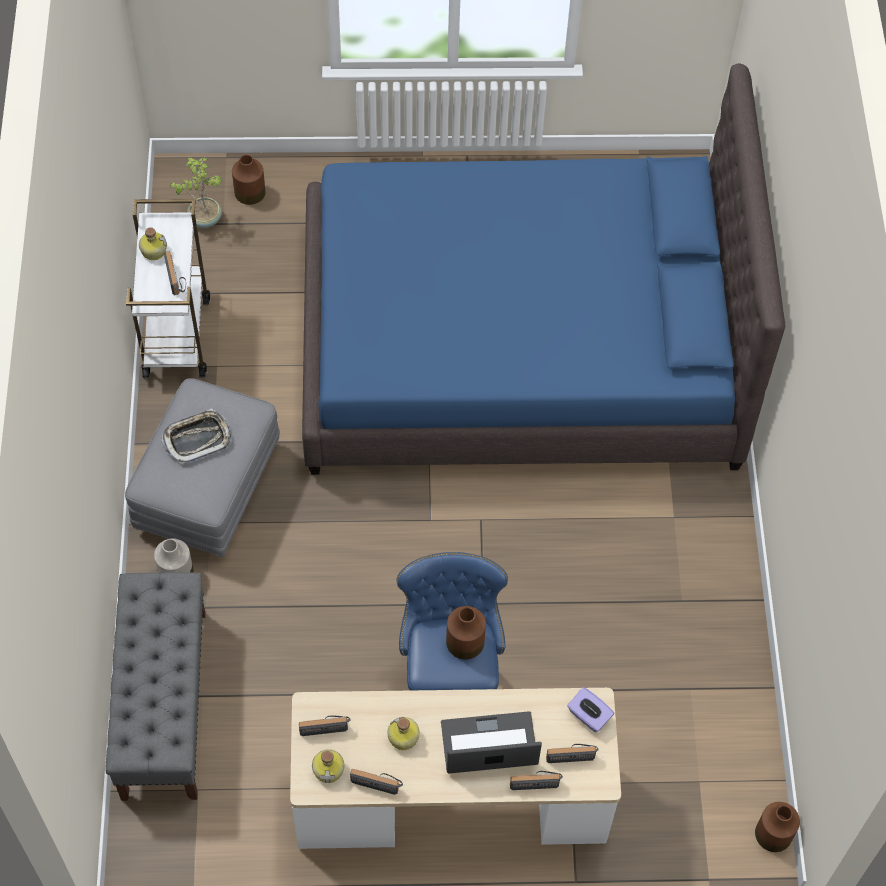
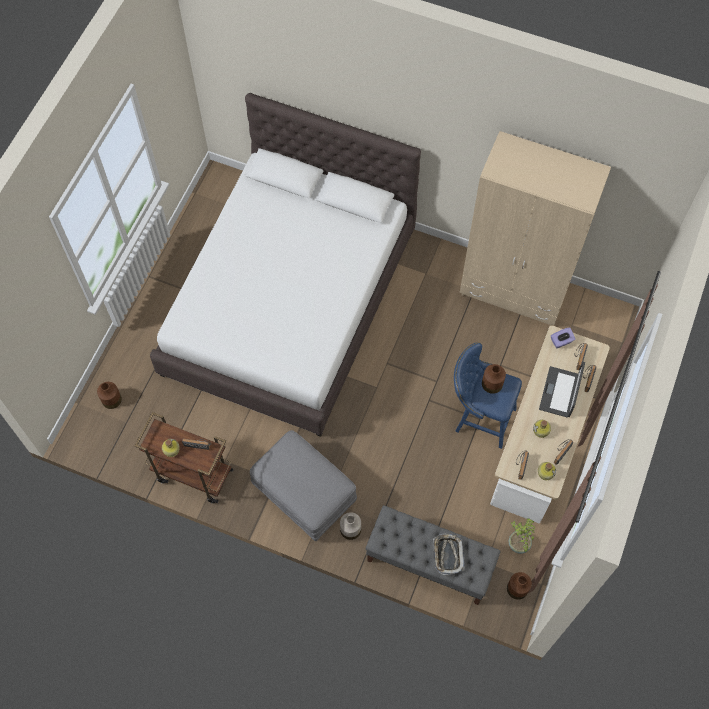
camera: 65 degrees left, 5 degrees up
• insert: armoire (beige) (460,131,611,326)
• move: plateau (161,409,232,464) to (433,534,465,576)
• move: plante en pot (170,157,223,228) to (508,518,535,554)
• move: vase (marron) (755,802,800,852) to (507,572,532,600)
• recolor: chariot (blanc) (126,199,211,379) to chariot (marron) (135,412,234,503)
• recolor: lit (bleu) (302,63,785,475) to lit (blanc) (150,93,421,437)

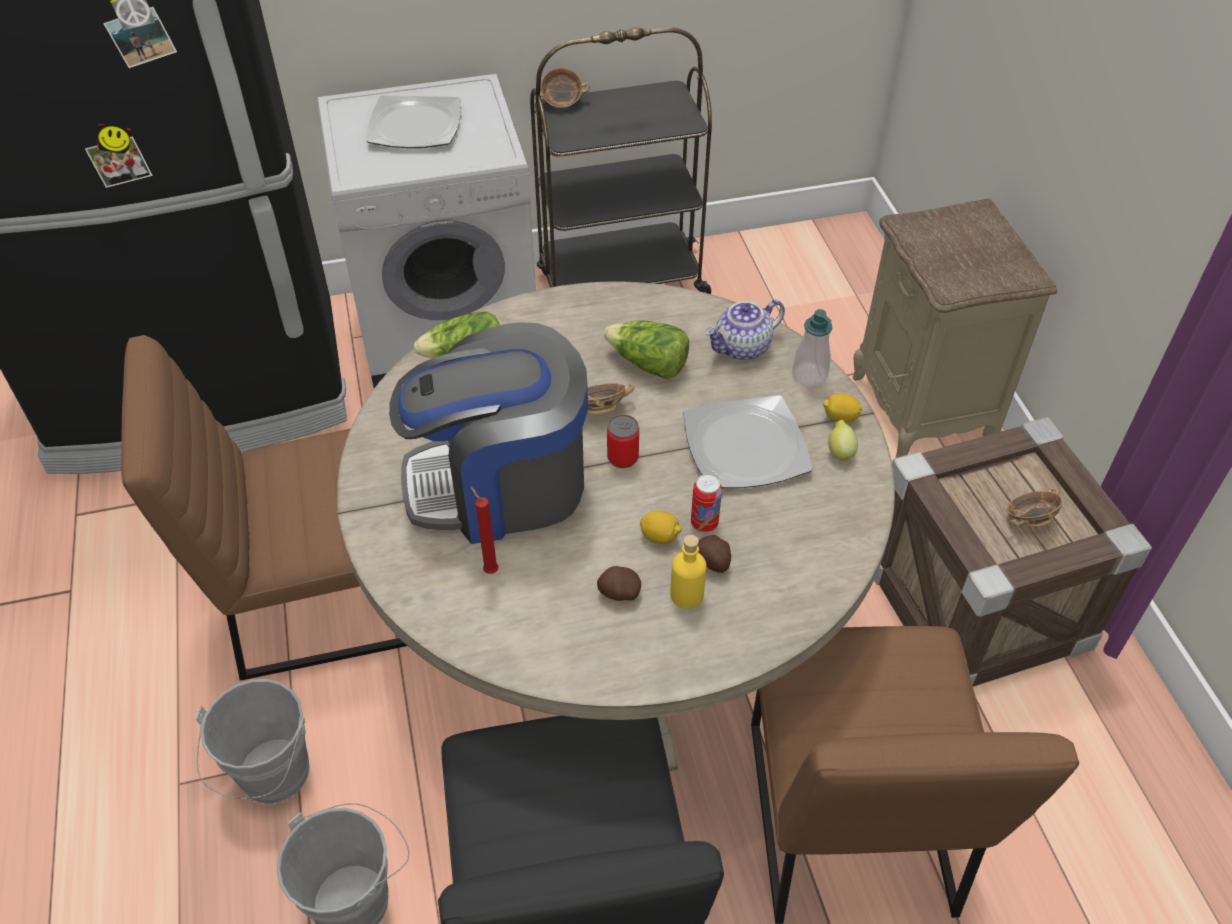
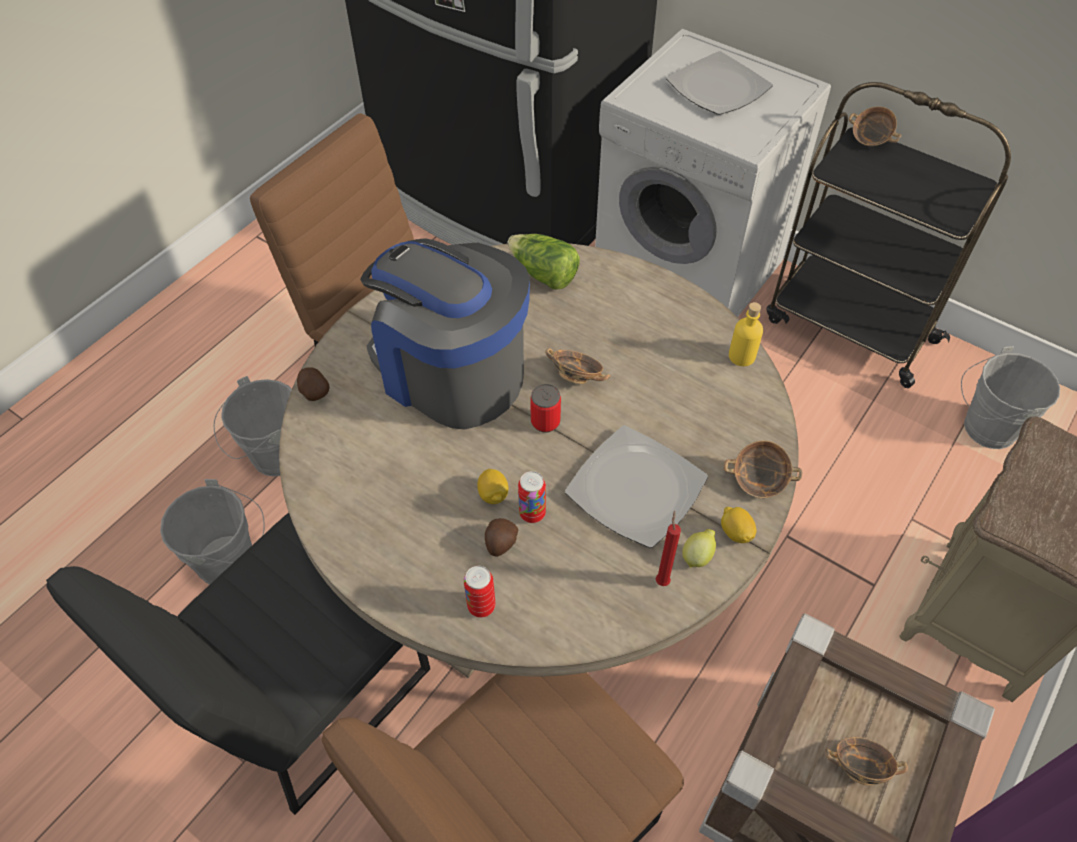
camera: 50 degrees right, 5 degrees up
• delete: laitue (604,321,689,379)
• delete: théière (704,300,785,361)
• insert: boîte métallique (464,566,496,618)
• insert: seau (gris) (961,346,1060,449)
• move: bougie (rouge) (471,487,498,574) to (656,510,681,586)
• move: pomme de terre (597,566,641,601) to (297,367,329,401)
• move: bouteille (jaune) (670,535,707,609) to (729,302,763,366)
• replace: distributeur de savon (792,309,832,387) to bol (724,441,802,498)

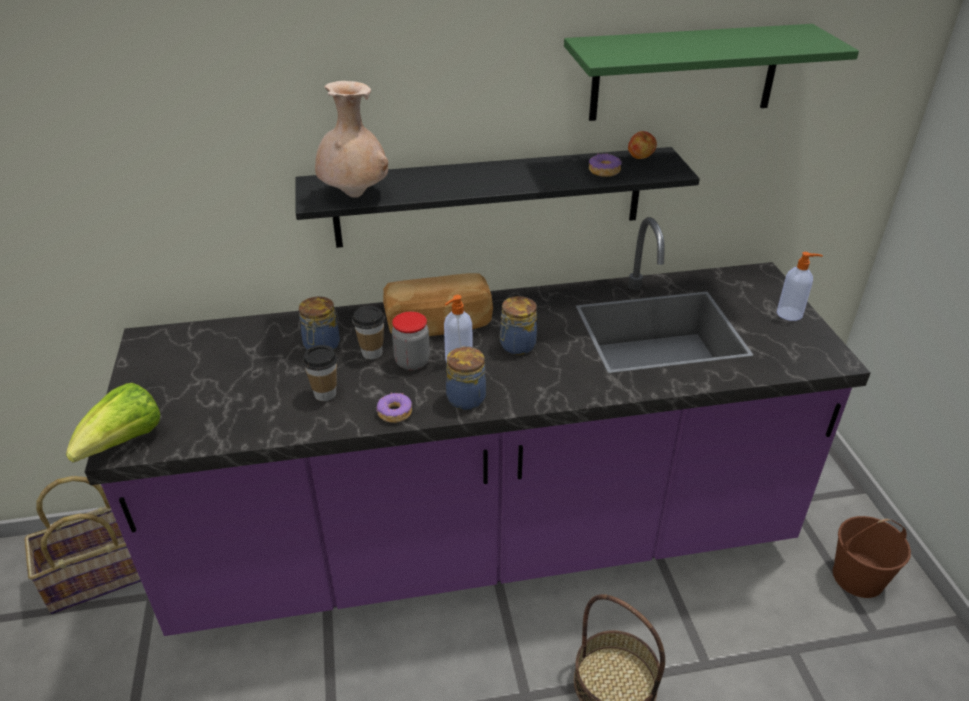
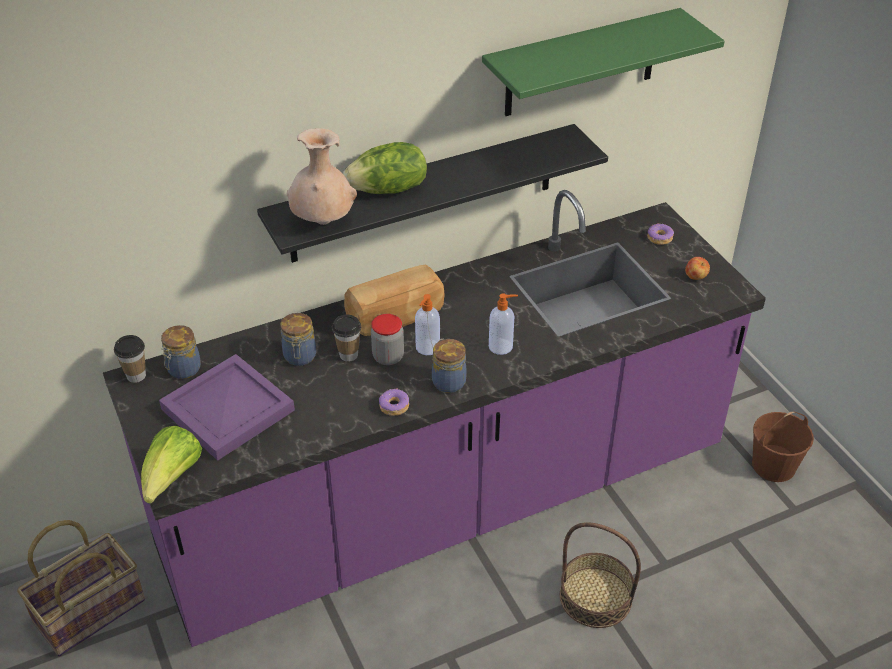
camera: 15 degrees left, 5 degrees up
• insert: plateau (violet) (159,354,295,461)
• insert: laitue (343,142,427,194)
• move: tasse (302,345,338,401) to (114,335,146,383)
• move: bocal (500,296,537,355) to (161,325,201,379)
• move: beignet (589,153,622,177) to (647,223,674,245)
• move: pomme (628,131,657,159) to (685,257,710,280)
• move: distributeur de savon (777,252,823,321) to (489,293,518,355)

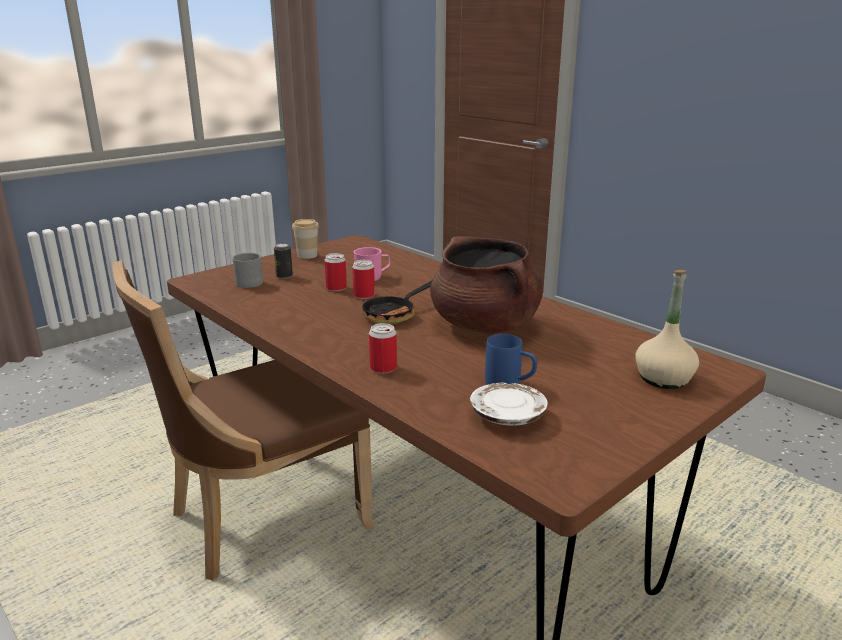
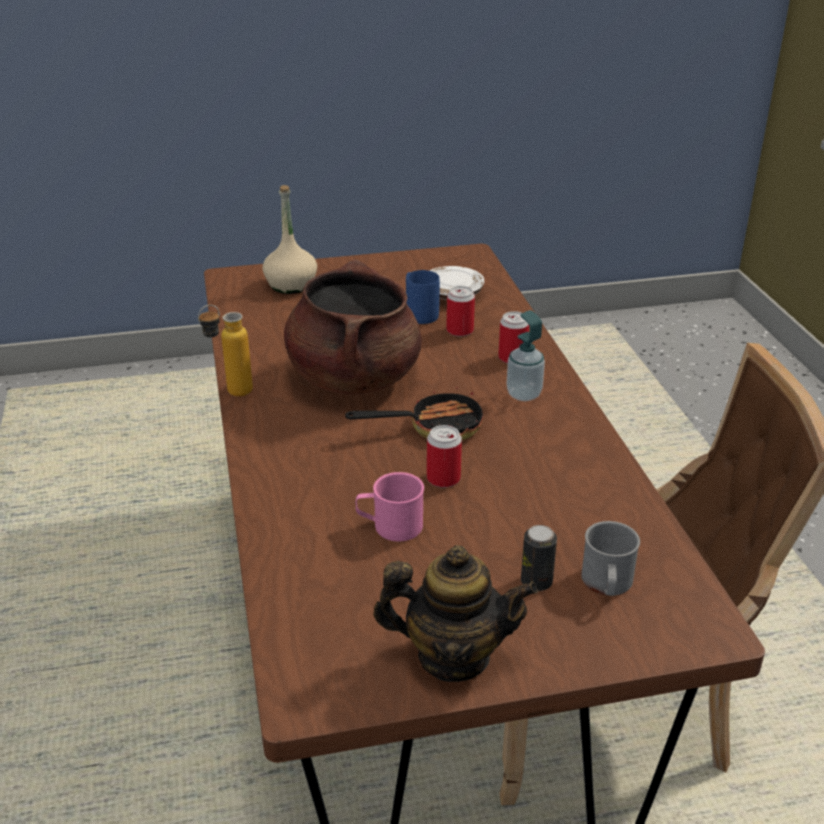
camera: 150 degrees left, 10 degrees up
• insert: bouteille (198,305,253,396)
• insert: distributeur de savon (506,310,545,401)
• move: boîte métallique (324,253,347,291) to (446,286,475,337)
• replace: tasse (292,219,319,259) to théière (373,545,538,682)

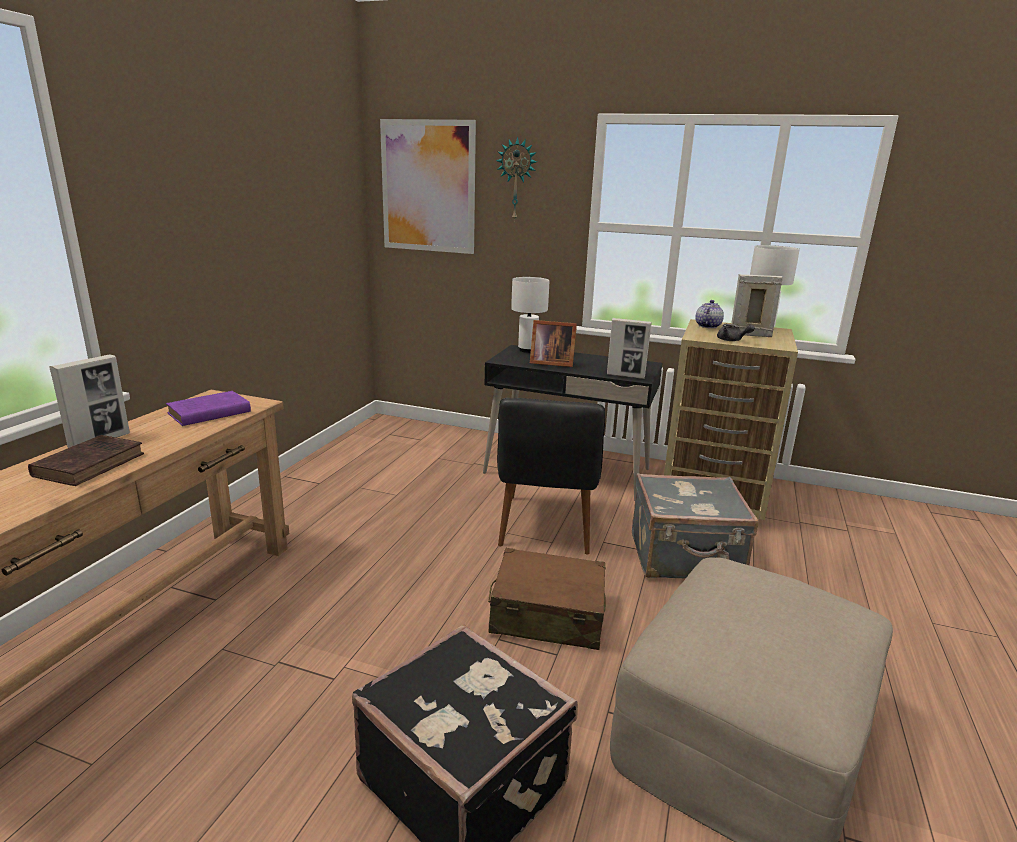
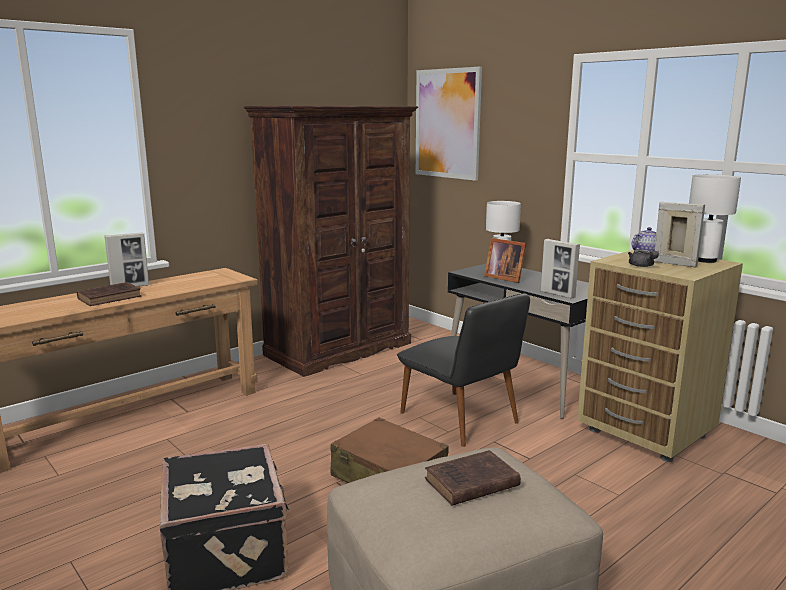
camera: 30 degrees right, 5 degrees down
• delete: livre (violet) (166,391,251,426)
• delete: horloge murale (496,137,537,222)
• delete: valise (gris) (632,473,759,579)
• insert: armoire (marron) (244,106,418,377)
• insert: livre (marron) (425,450,521,506)
• rotate: chaise (noir) (497,398,605,555) = (397,293,530,447) 75 degrees counterclockwise

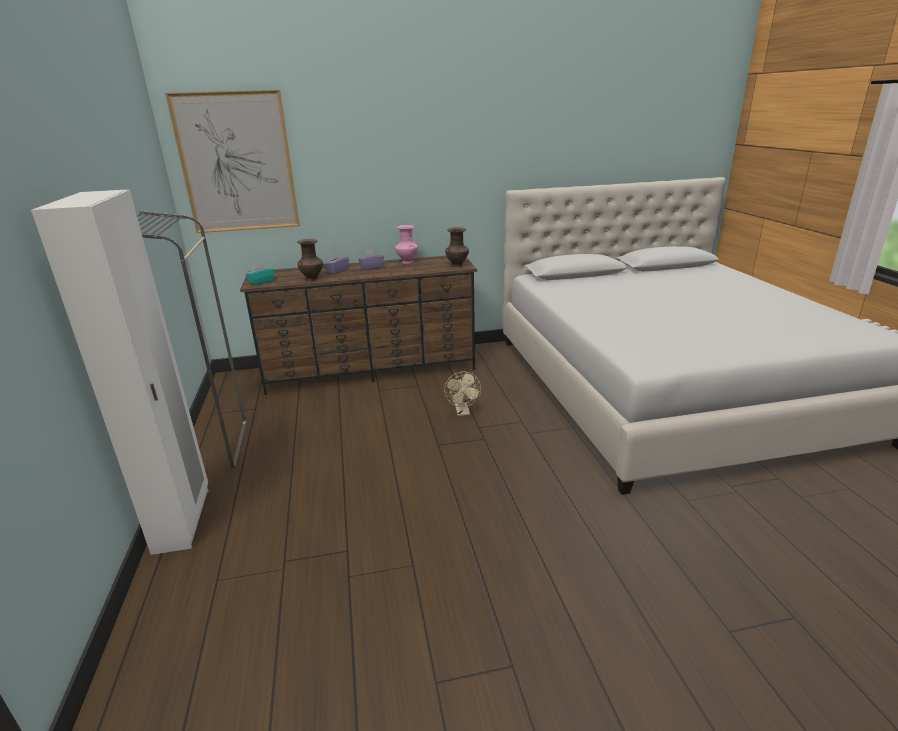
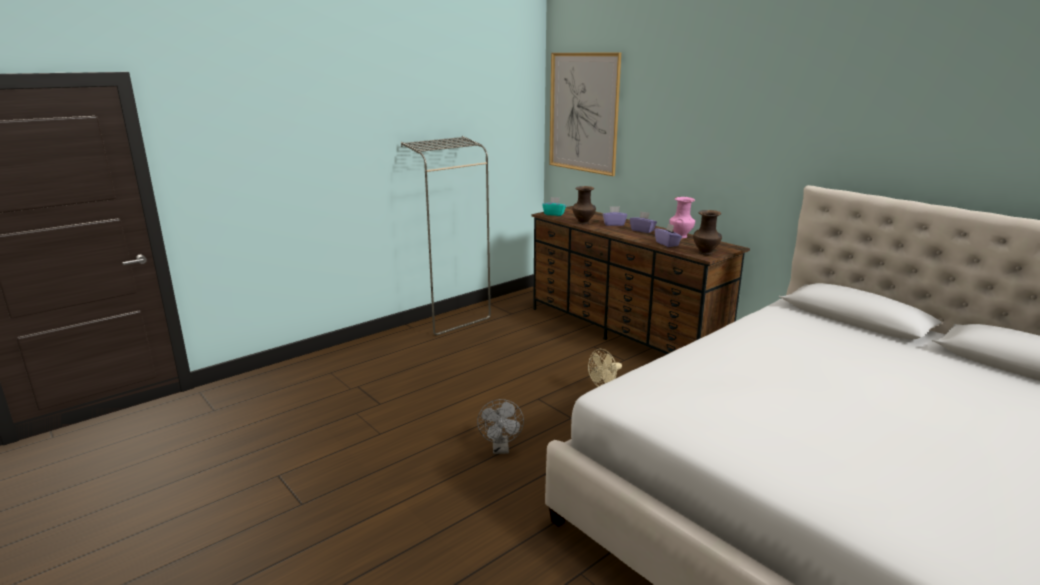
camera: 60 degrees right, 5 degrees down
• delete: armoire (blanc) (31,189,208,555)
• insert: ventilateur (gris) (477,399,524,454)
• insert: boîte à mouchoirs (violet) (655,223,682,247)

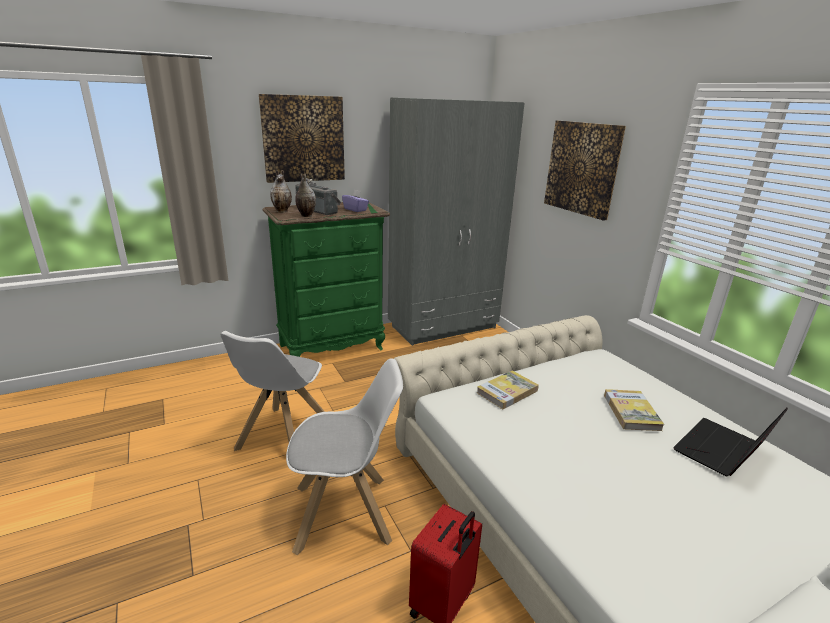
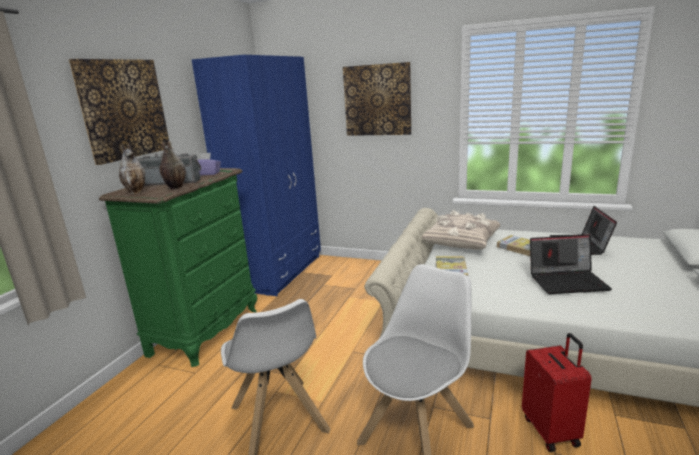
camera: 40 degrees left, 5 degrees down
• insert: coussin (beige) (422,209,500,250)
• insert: ordinateur portable (530,234,612,294)
• recolor: armoire (gris) (388,98,525,346) to armoire (bleu) (192,55,321,296)

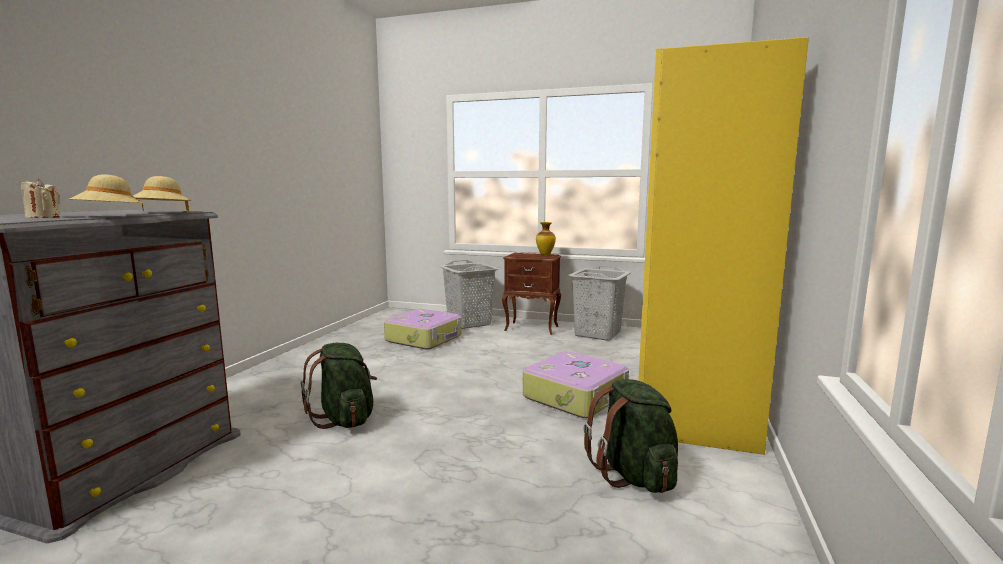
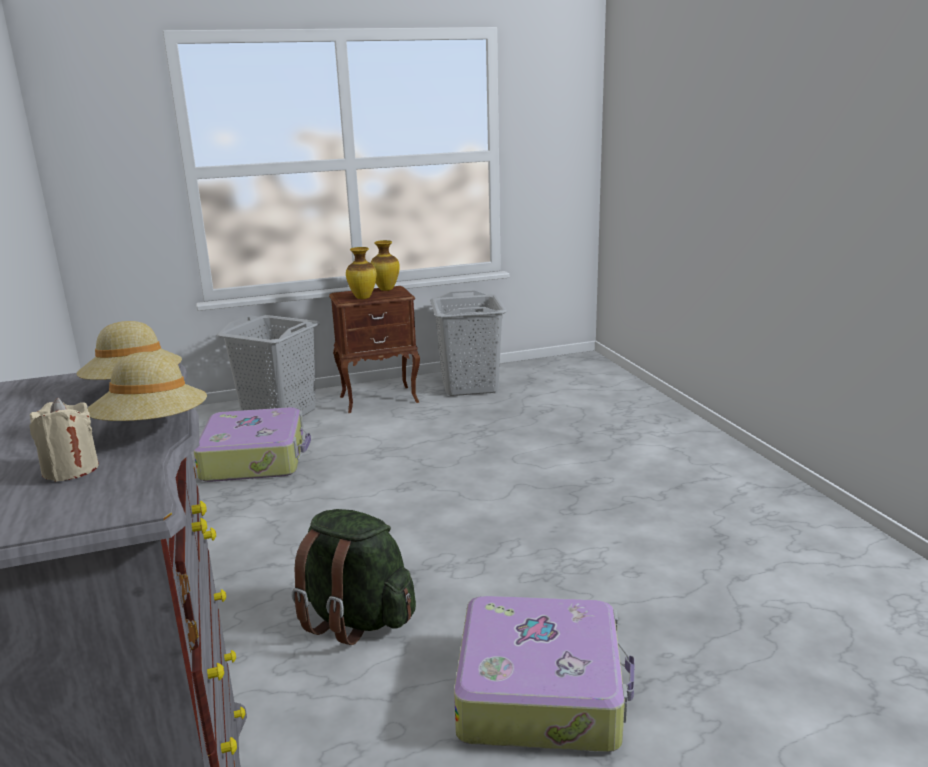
camera: 35 degrees left, 10 degrees up
• delete: sac à dos (vert) (584,379,678,493)
• delete: armoire (jaune) (638,37,809,455)
• insert: vase (346,247,377,299)
• move: valise (523,351,629,418) to (454,596,635,752)

